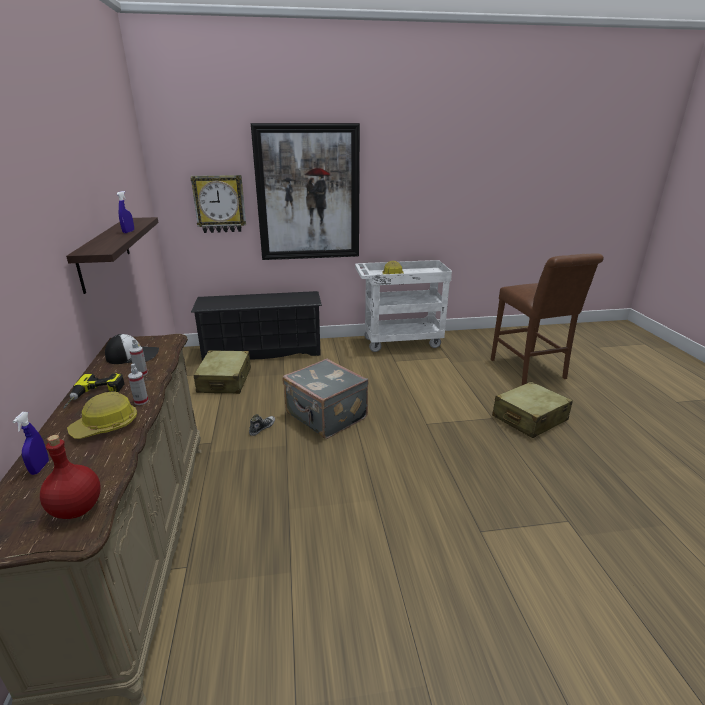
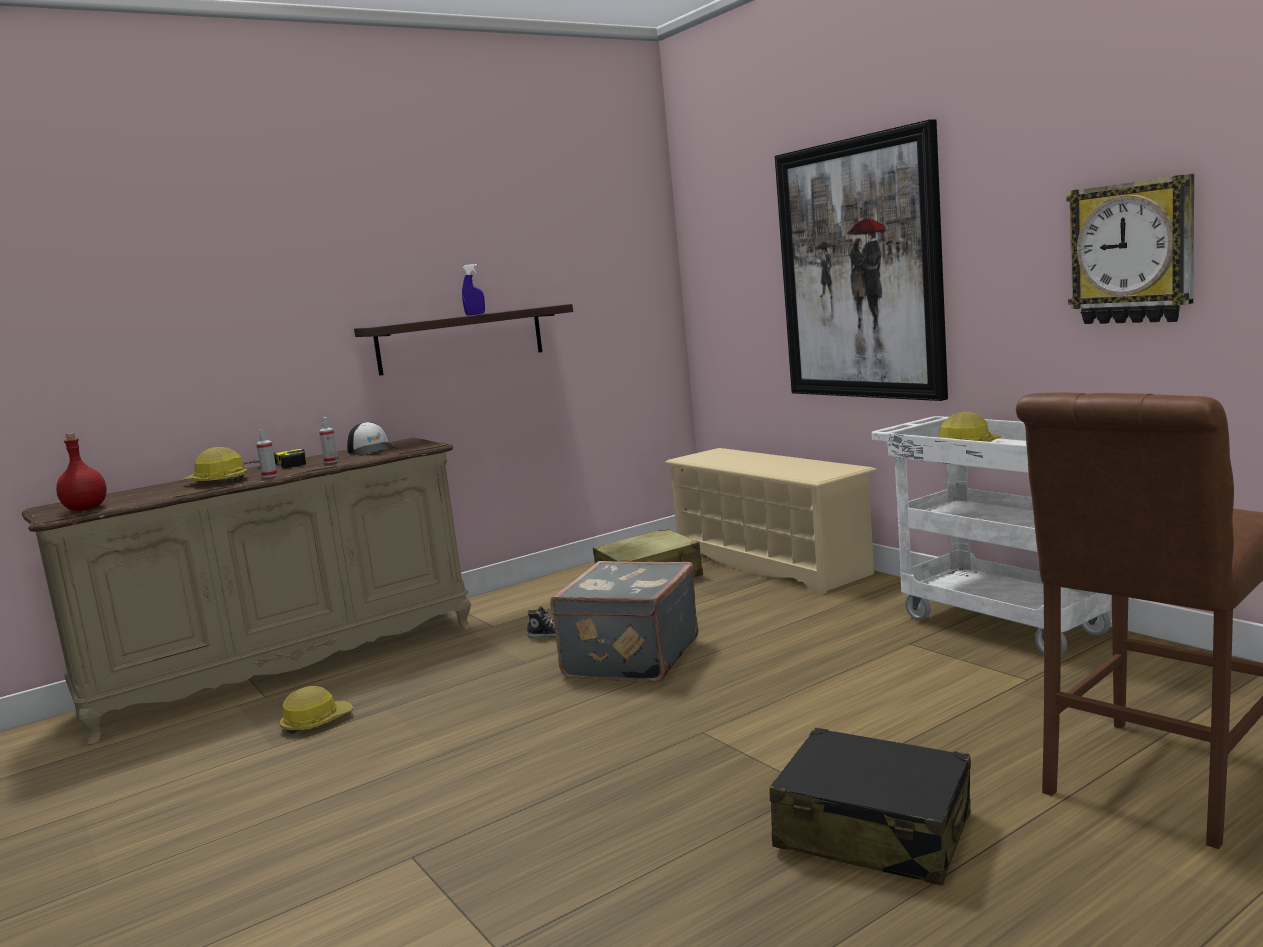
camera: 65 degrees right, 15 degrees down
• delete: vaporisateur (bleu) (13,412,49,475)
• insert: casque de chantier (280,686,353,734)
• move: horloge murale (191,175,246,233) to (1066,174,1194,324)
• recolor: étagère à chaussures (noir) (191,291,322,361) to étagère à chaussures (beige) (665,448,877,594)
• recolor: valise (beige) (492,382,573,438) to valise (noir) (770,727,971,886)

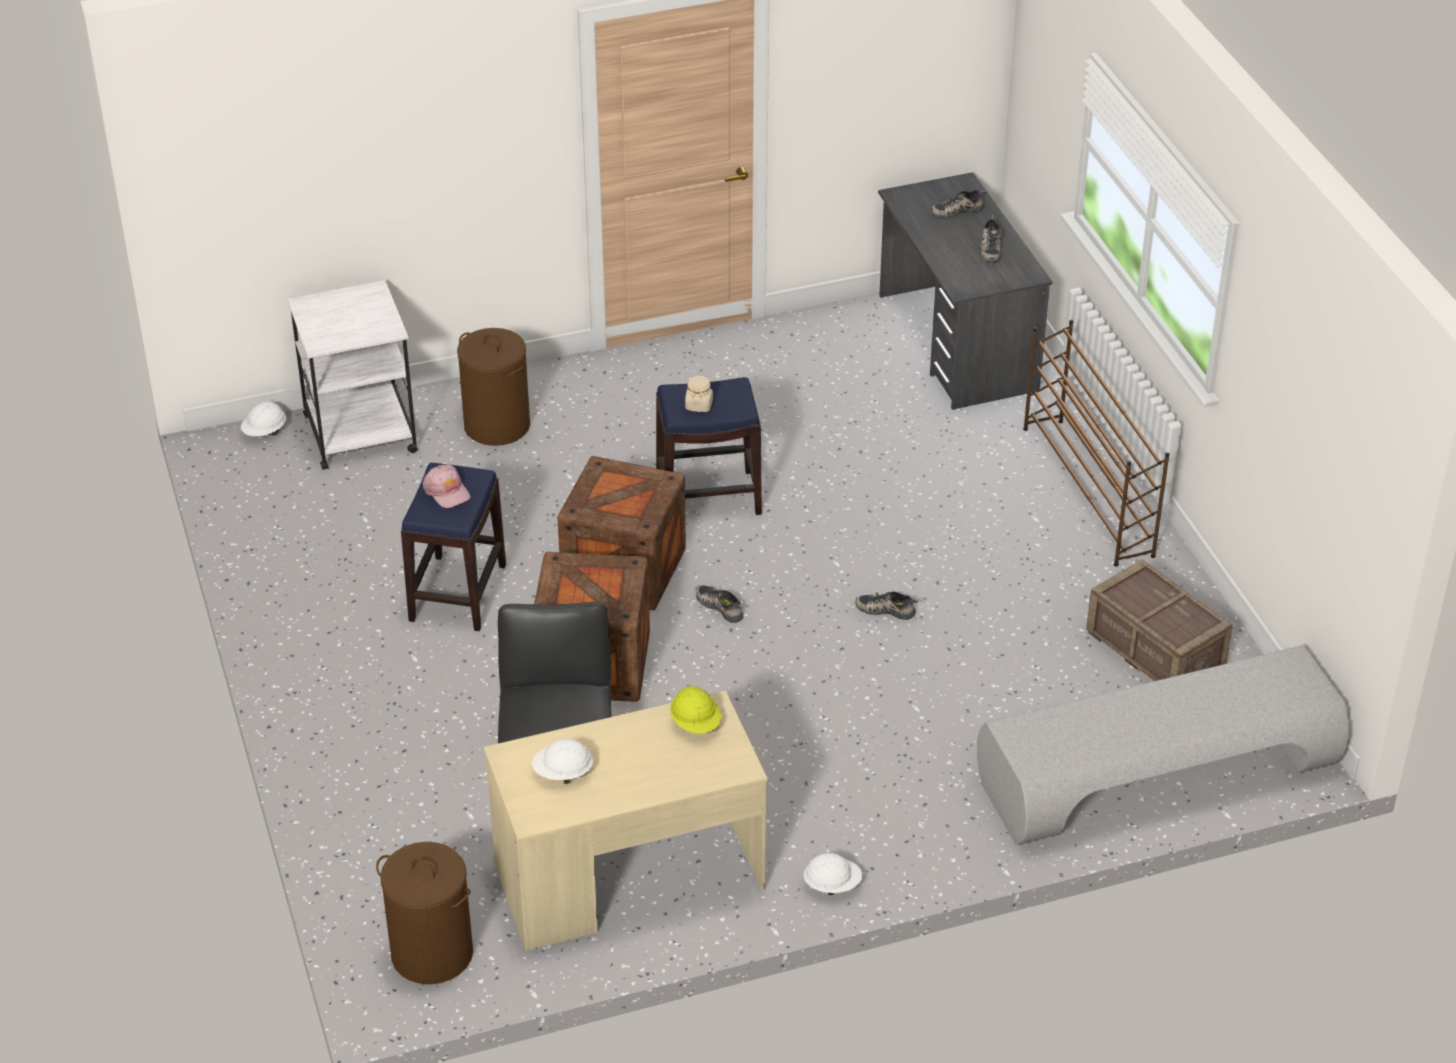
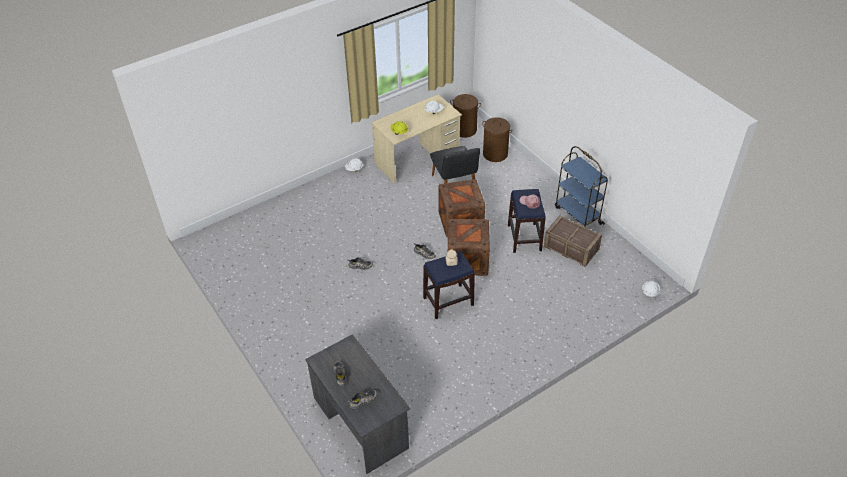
camera: 165 degrees right, 5 degrees up
• delete: chariot (blanc) (287,280,418,470)
• delete: banc (gris) (977,645,1350,845)
• delete: étagère à chaussures (marron) (1023,320,1169,567)
• insert: chariot (bleu) (555,146,608,227)
• move: panier à linge (marron) (457,328,530,446) to (482,117,513,162)
• move: caisse (1086,559,1232,681) to (544,215,602,267)

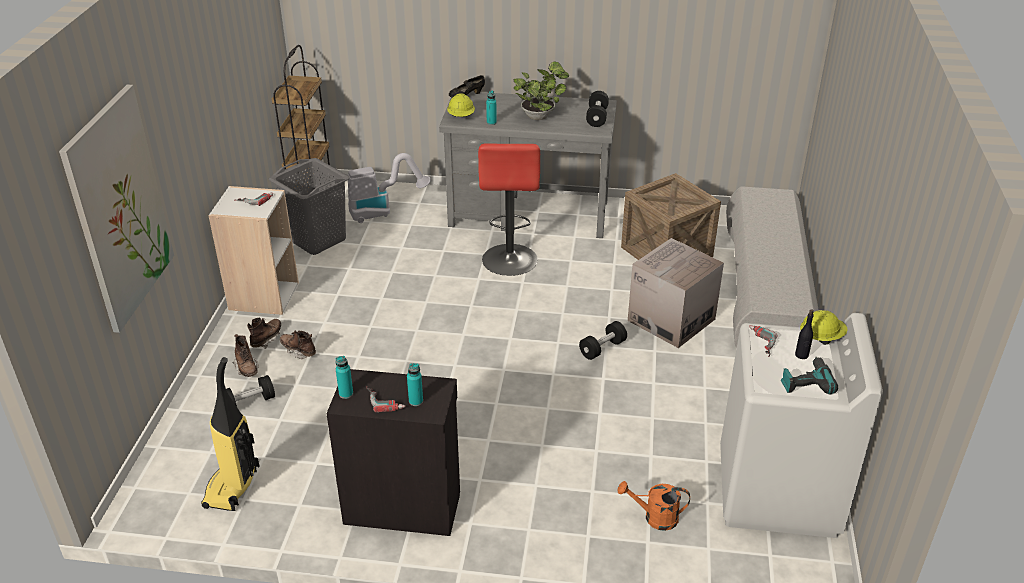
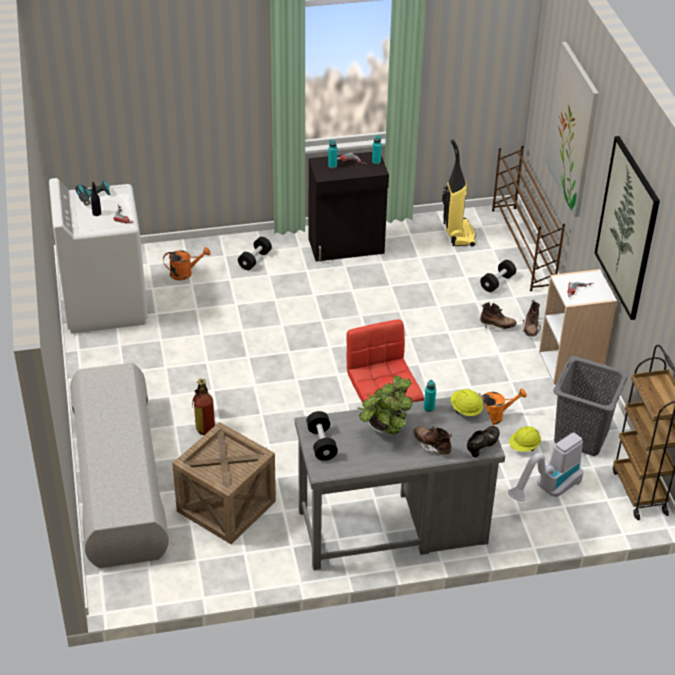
camera: 160 degrees right, 5 degrees up
• insert: arrosoir (orange) (481,388,527,425)
• insert: étagère à chaussures (marron) (492,146,565,291)
• insert: tableau (595,136,660,320)
• move: botte (marron) (232,334,258,377) to (413,427,452,456)
• move: haltère (noir) (579,321,627,360) to (238,237,272,270)
• move: casque de chantier (jaune) (800,310,848,345) to (509,426,541,452)
• replace: carton (628,238,724,348) to extincteur (192,378,215,435)

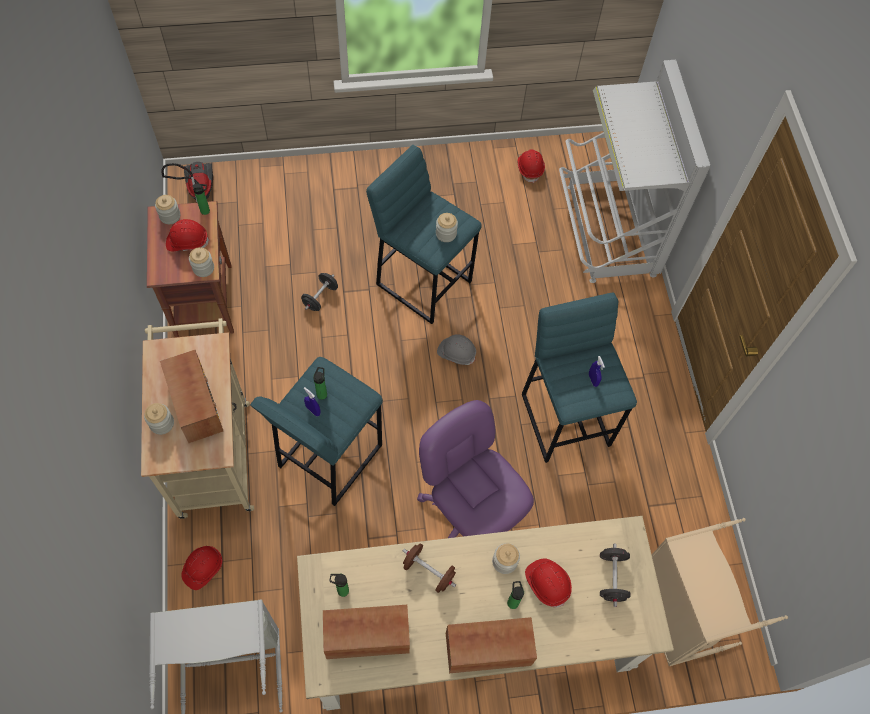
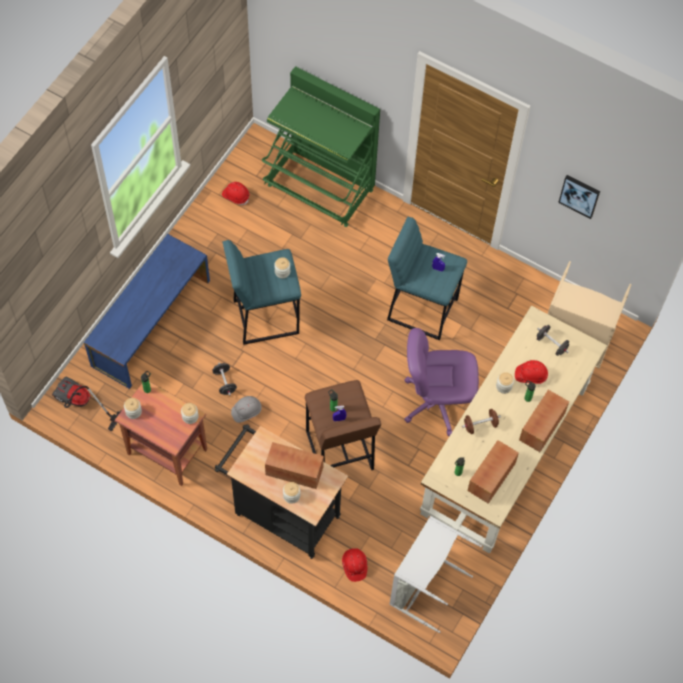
camera: 50 degrees left, 0 degrees up
• delete: casque de chantier (rouge) (166,219,210,251)
• insert: banc (bleu) (84,234,210,389)
• insert: tableau (558,175,600,219)
• move: casque de chantier (gris) (437,334,476,365) to (231,396,262,423)
• recolor: chariot (beige) (141,318,254,519) to chariot (noir) (215,424,348,559)
• recolor: tabouret (turquoise) (250,357,383,506) to tabouret (marron) (305,380,381,470)
• recolor: étagère à chaussures (blanc) (559,60,710,283) to étagère à chaussures (vert) (262,66,380,227)

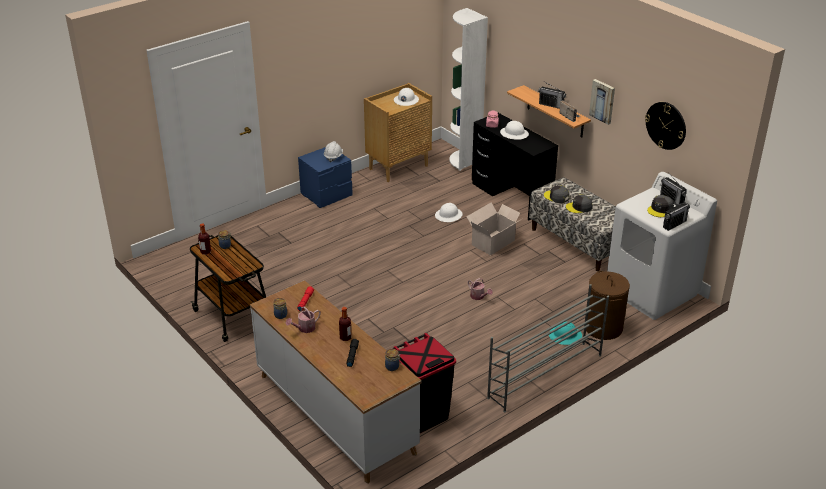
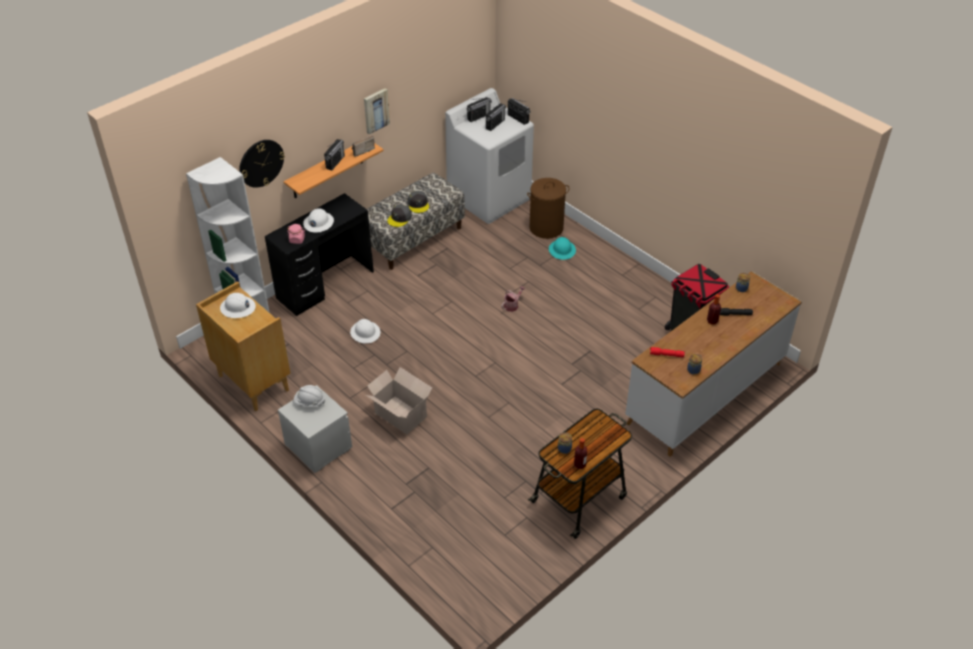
camera: 95 degrees left, 10 degrees up
• delete: arrosoir (286,306,321,333)
• delete: étagère à chaussures (gris) (487,284,609,413)
• move: carton (467,203,522,255) to (366,367,432,434)
• move: horloge murale (645,102,686,150) to (239,140,285,188)
• replace: casquette (gris) (647,195,674,217) to radio (486,104,506,131)
• recolor: table de chevet (bleu) (298,147,353,208) to table de chevet (blanc) (278,385,352,473)

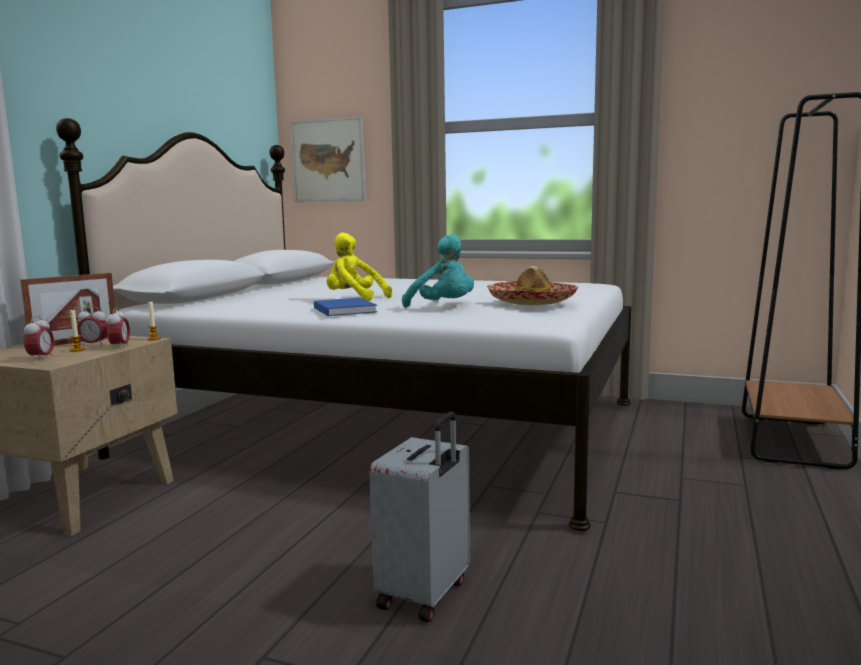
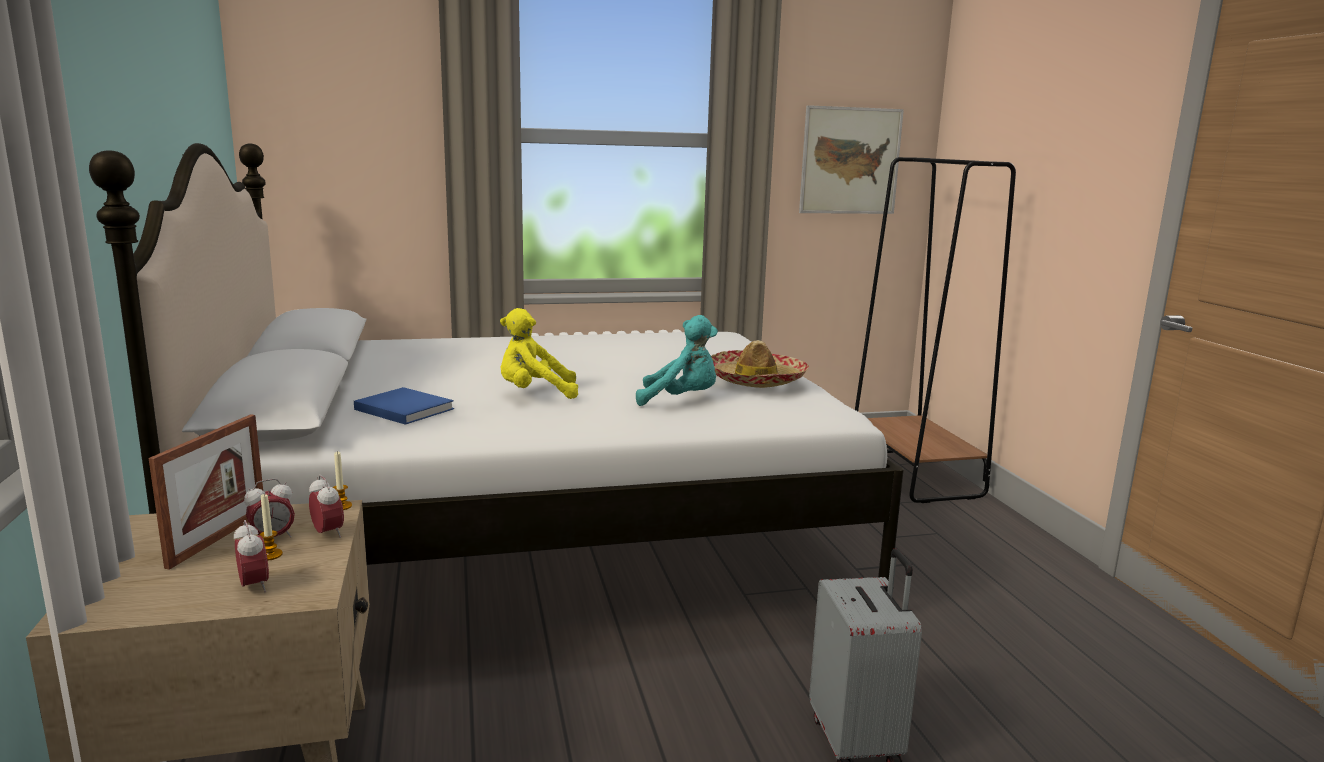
camera: 35 degrees left, 5 degrees up
• move: tableau (290,117,366,202) to (799,105,904,214)
• move: livre (bleu) (314,298,377,316) to (354,387,454,425)

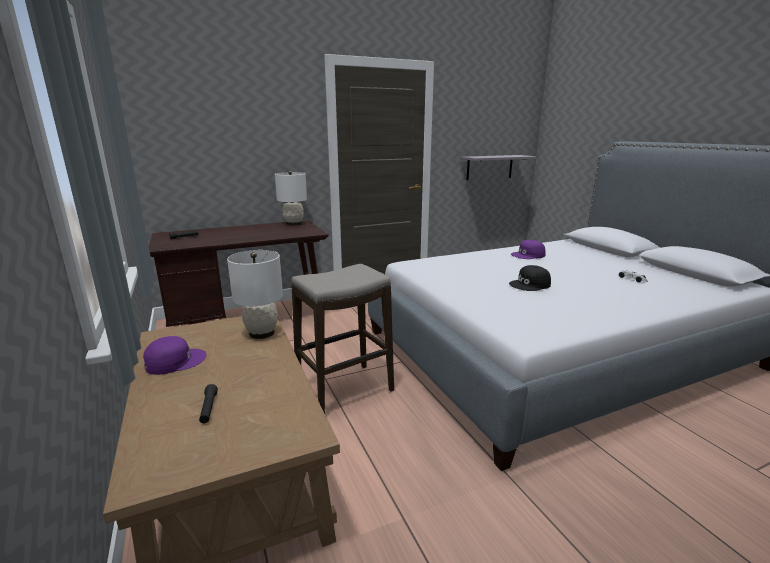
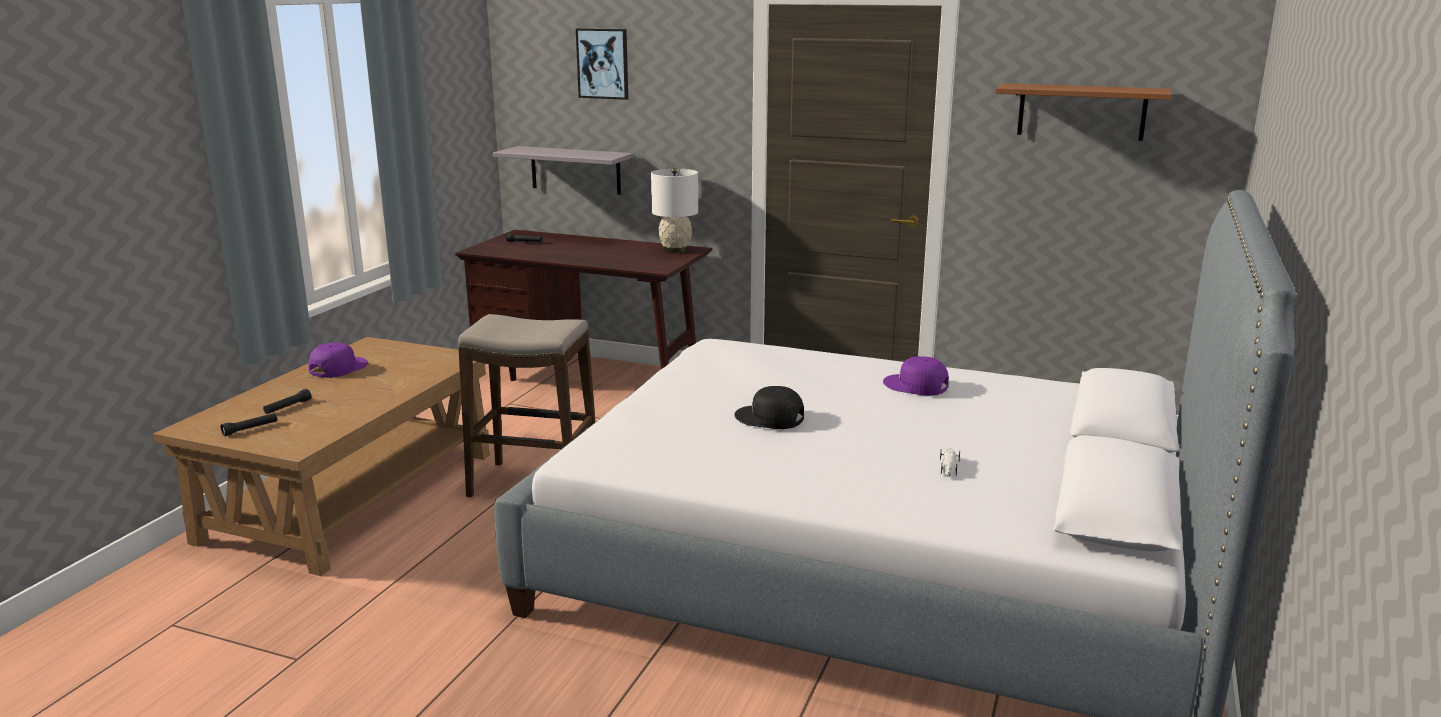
camera: 45 degrees right, 0 degrees up
• delete: lampe de table (blanc) (227,250,283,339)
• insert: lampe de poche (noir) (221,413,277,437)
• insert: tableau (576,28,628,100)
• insert: étagère (marron) (995,83,1172,141)
• move: étagère (gris) (461,155,537,180) to (493,146,634,195)
• rotate: casquette (violet) (143,336,207,375) = (309,343,368,378) 75 degrees counterclockwise

